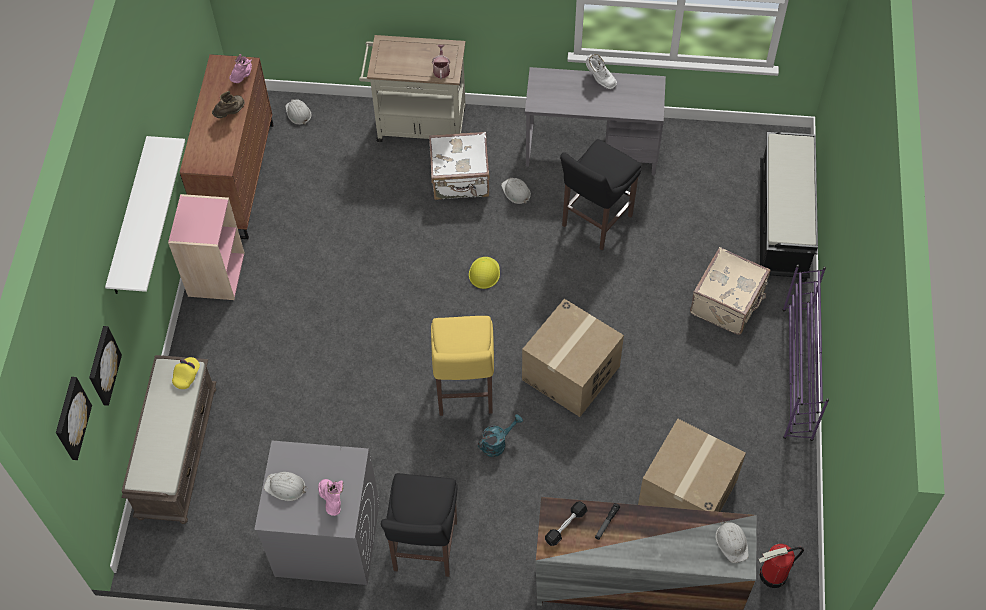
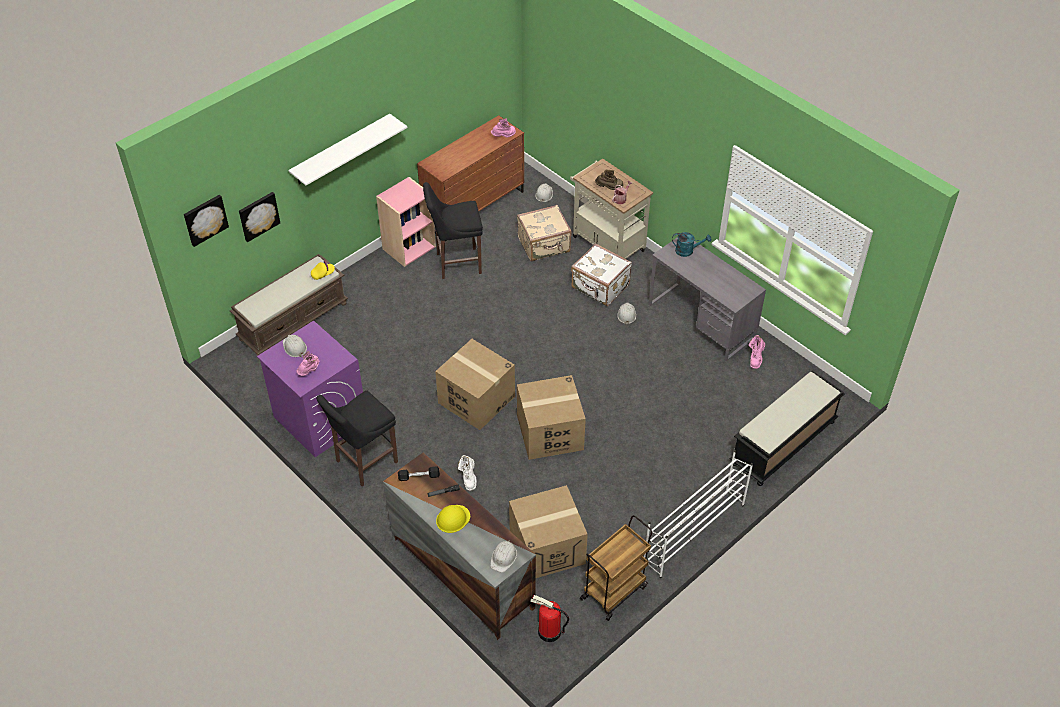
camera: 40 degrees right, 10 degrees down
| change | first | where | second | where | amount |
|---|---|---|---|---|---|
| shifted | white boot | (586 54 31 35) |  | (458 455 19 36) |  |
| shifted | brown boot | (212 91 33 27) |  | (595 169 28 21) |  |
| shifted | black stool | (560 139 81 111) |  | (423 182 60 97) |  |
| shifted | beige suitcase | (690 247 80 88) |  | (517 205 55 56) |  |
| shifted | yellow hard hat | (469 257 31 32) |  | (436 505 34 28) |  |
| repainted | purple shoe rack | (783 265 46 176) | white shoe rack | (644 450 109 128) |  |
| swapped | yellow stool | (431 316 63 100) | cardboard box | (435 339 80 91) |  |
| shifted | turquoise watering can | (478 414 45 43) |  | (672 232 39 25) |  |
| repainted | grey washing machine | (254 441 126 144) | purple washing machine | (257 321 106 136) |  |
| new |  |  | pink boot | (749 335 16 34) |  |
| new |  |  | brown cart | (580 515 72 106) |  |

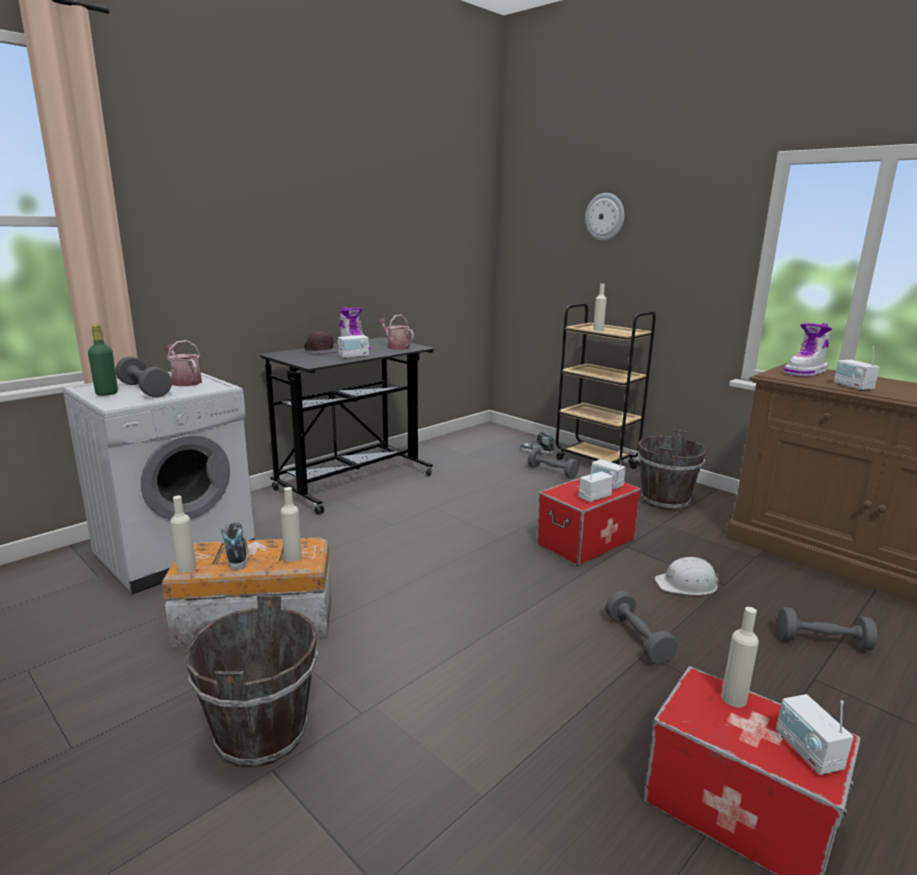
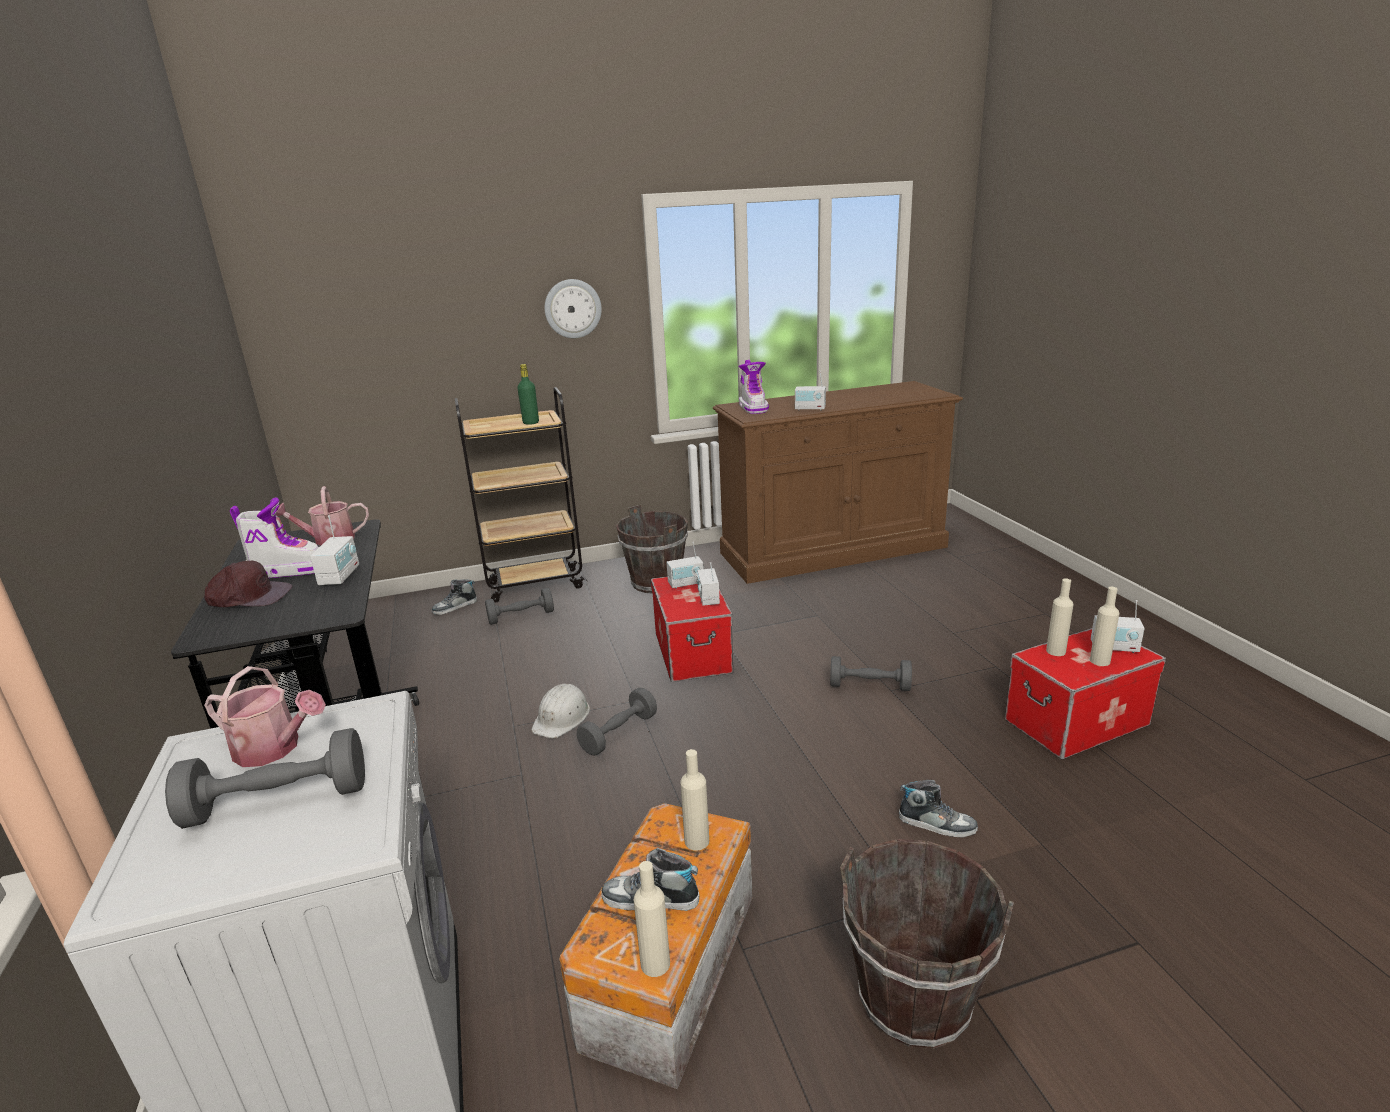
camera: 60 degrees left, 5 degrees up
| change | first | where | second | where | amount |
|---|---|---|---|---|---|
| shifted | wall clock | (585 193 39 48) |  | (545 279 57 59) |  |
| shifted | beige bottle | (593 284 14 48) |  | (1090 587 30 79) |  |
| shifted | green bottle | (88 325 30 71) |  | (517 364 22 61) |  |
| rotated | watering can | (164 340 38 46) |  | (204 666 122 101) | 150 degrees counterclockwise |
| shifted | white hard hat | (654 557 65 38) |  | (531 684 59 54) |  |
| shifted | grey dumbbell | (777 607 101 44) |  | (577 687 80 69) |  |
| new |  |  | shoe | (899 780 79 58) |  |

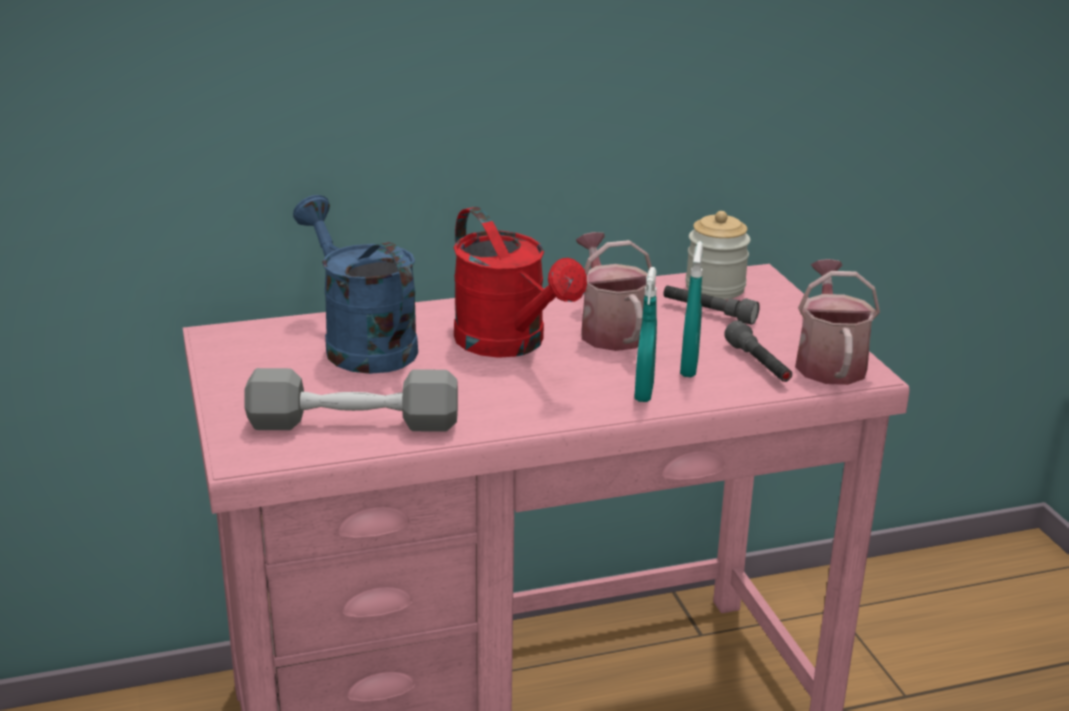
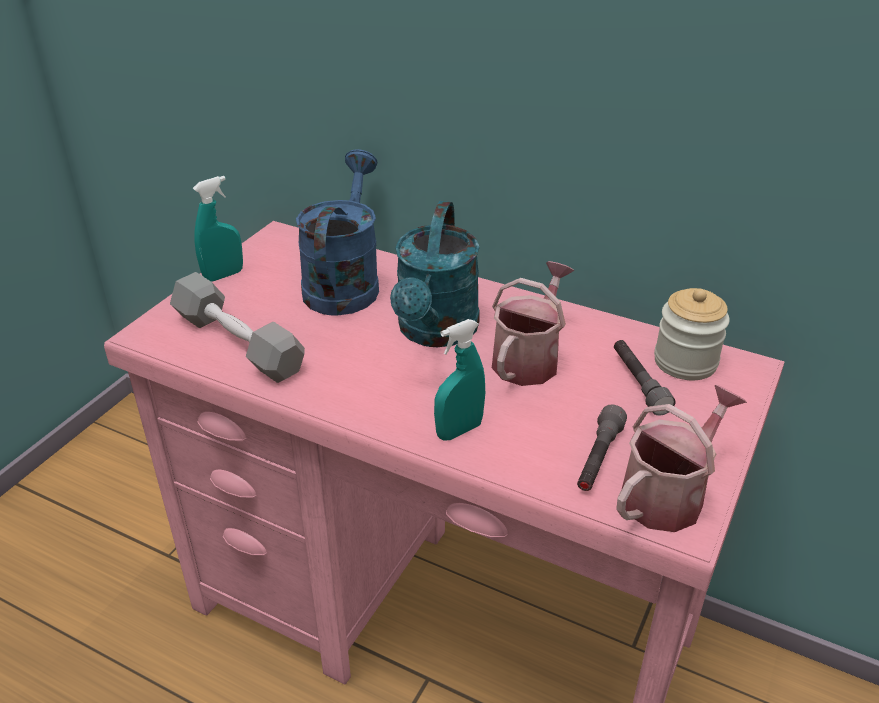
camera: 45 degrees right, 10 degrees up
| change | first | where | second | where | amount |
|---|---|---|---|---|---|
| repainted | red watering can | (454 207 133 151) | turquoise watering can | (390 201 90 146) |  |
| shifted | turquoise spray bottle | (680 241 23 136) |  | (193 176 50 106) |  |

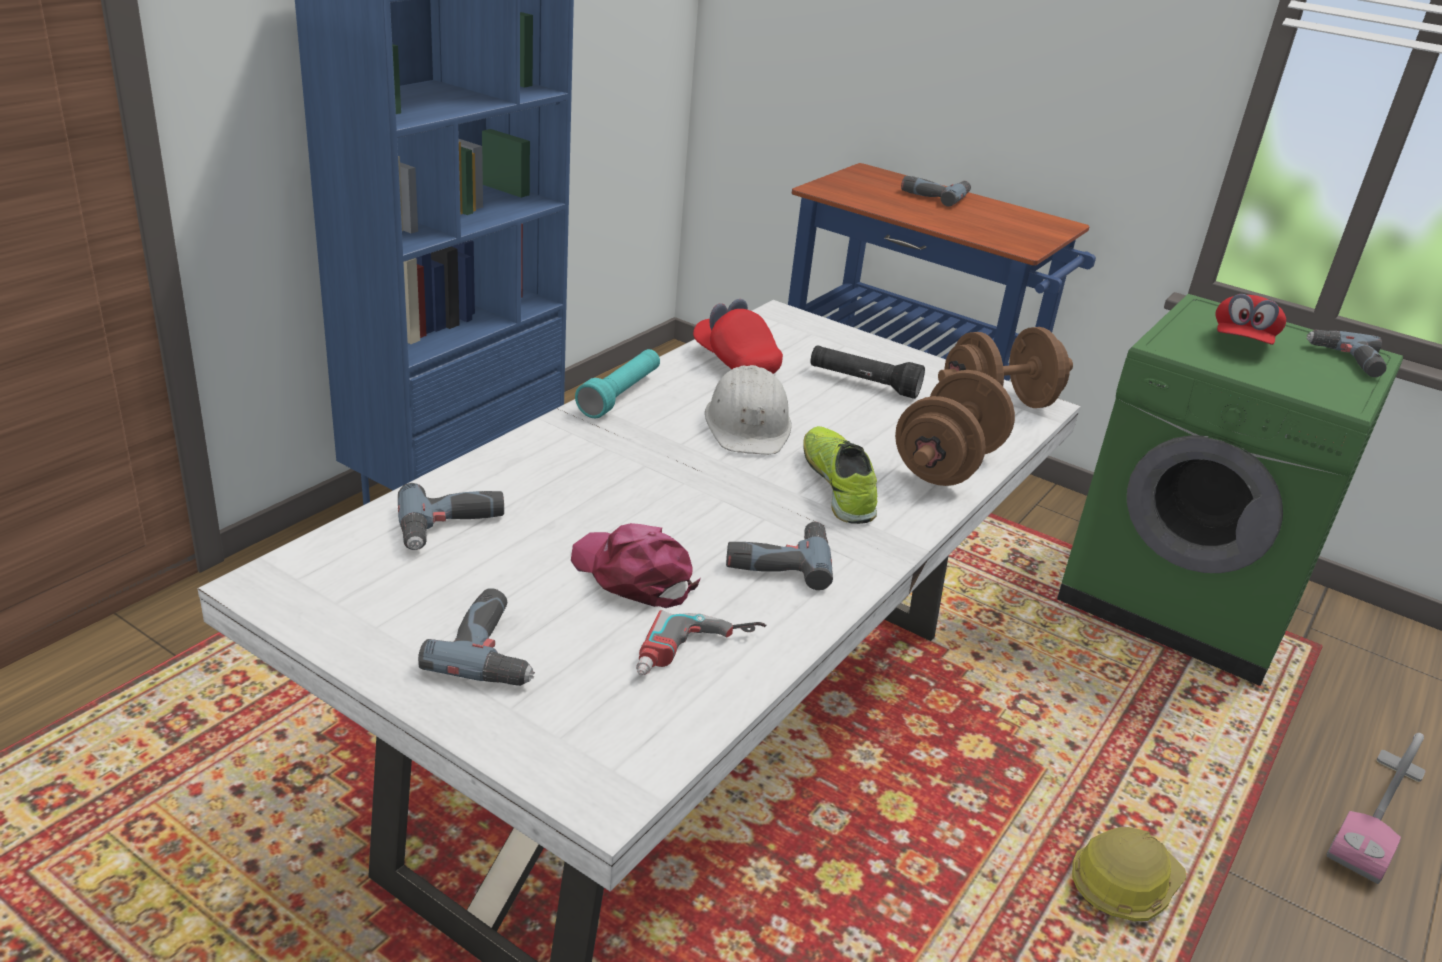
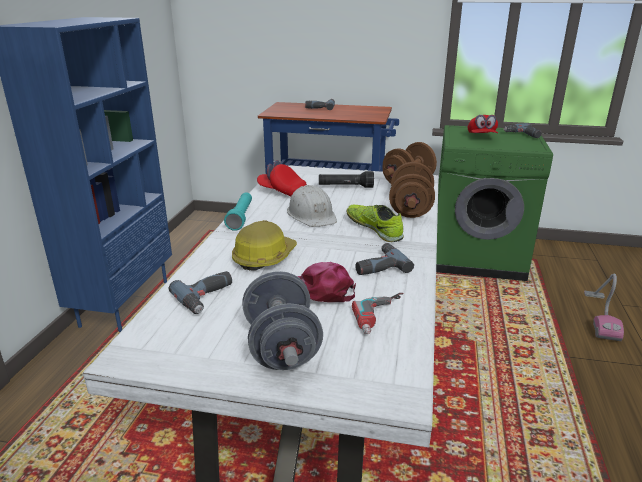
camera: 20 degrees left, 5 degrees down
| change | first | where | second | where | amount |
|---|---|---|---|---|---|
| swapped | power drill | (418 588 117 98) | grey dumbbell | (242 271 81 99) |  |
| shifted | hard hat | (1072 827 114 94) |  | (232 220 65 51) |  |

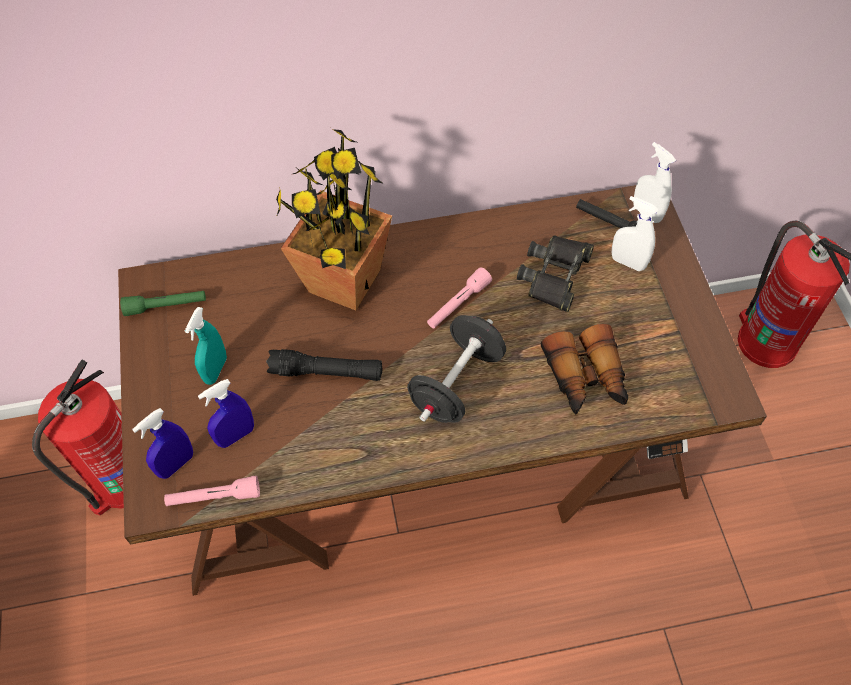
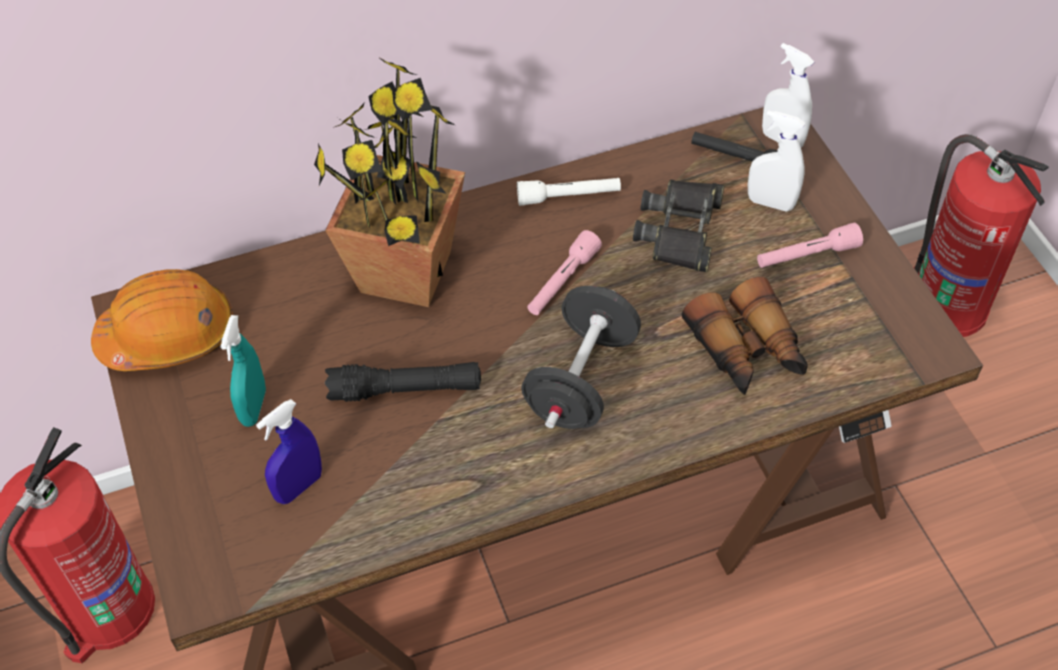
camera: 10 degrees left, 5 degrees down
| change | first | where | second | where | amount |
|---|---|---|---|---|---|
| swapped | green flashlight | (120 291 86 25) | orange hard hat | (91 269 142 102) |  |
| gone | blue spray bottle | (132 408 61 71) |  |  |  |
| shifted | pink flashlight | (164 476 96 30) |  | (757 223 106 45) |  |
| new |  |  | white flashlight | (517 178 104 28) |  |

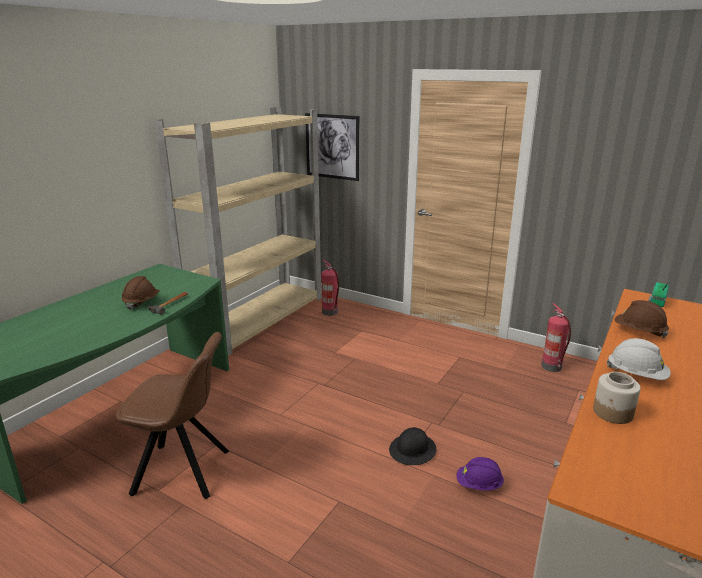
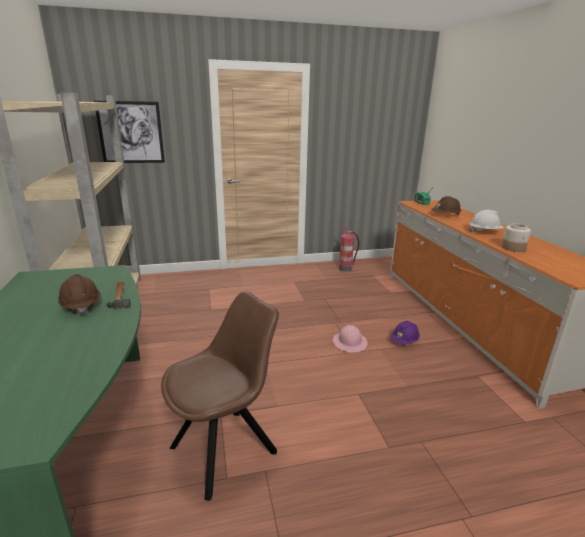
camera: 45 degrees left, 0 degrees up
| change | first | where | second | where | amount |
|---|---|---|---|---|---|
| gone | fire extinguisher | (321 260 18 56) |  |  |  |
| repainted | black hard hat | (389 427 48 38) | pink hard hat | (333 325 35 28) |  |

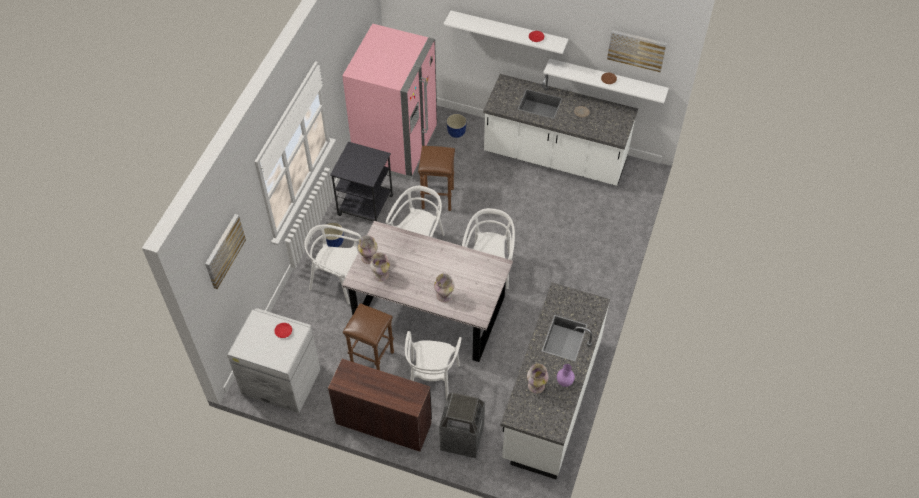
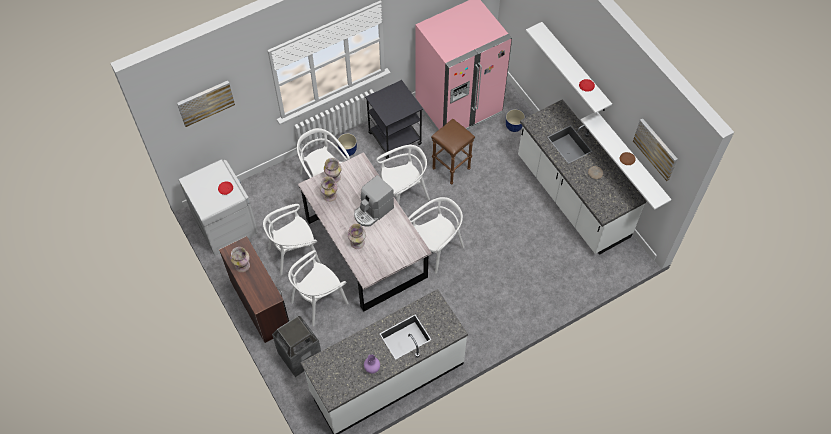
camera: 40 degrees right, 5 degrees up
| change | first | where | second | where | amount |
|---|---|---|---|---|---|
| swapped | brown stool | (343 303 51 67) | white chair | (263 204 58 71) |  |
| shifted | vase | (527 364 21 30) |  | (231 247 19 25) |  |
| new |  |  | coffee machine | (354 175 40 52) |  |

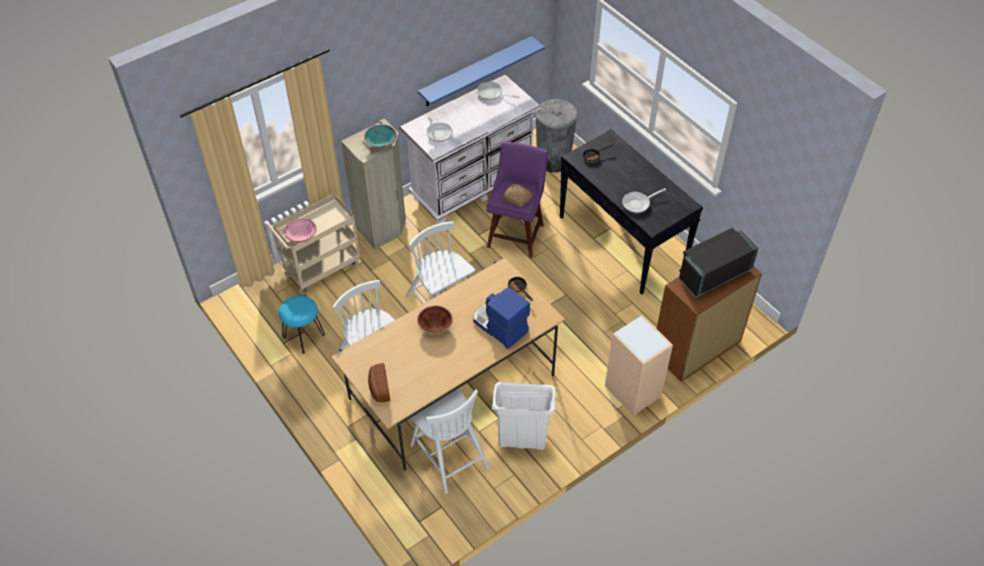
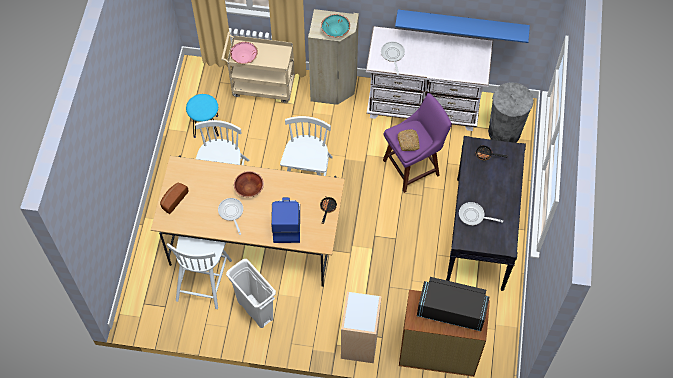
camera: 45 degrees right, 10 degrees up
| change | first | where | second | where | amount |
|---|---|---|---|---|---|
| shifted | frying pan | (477 82 42 18) |  | (218 198 25 37) |  |

